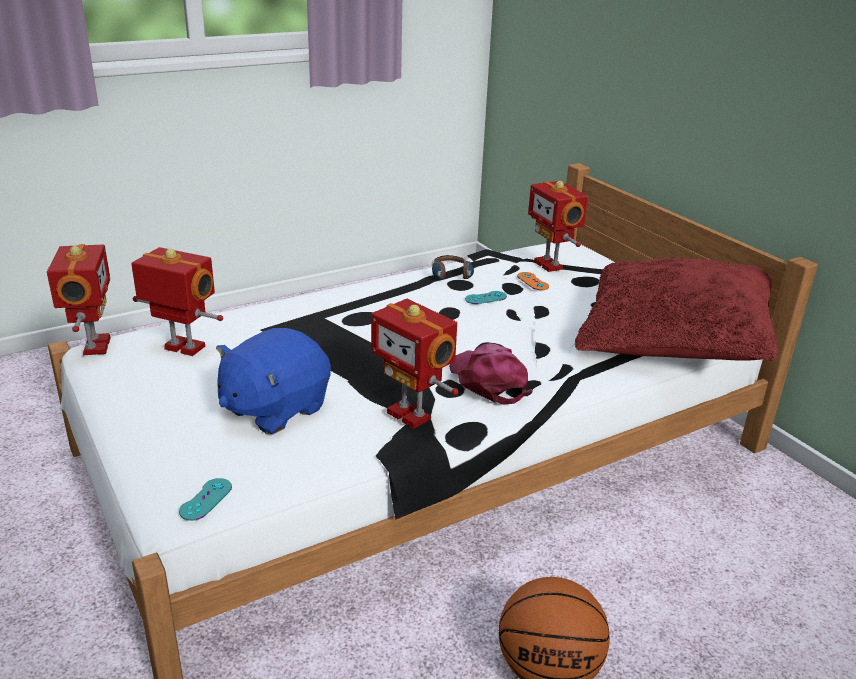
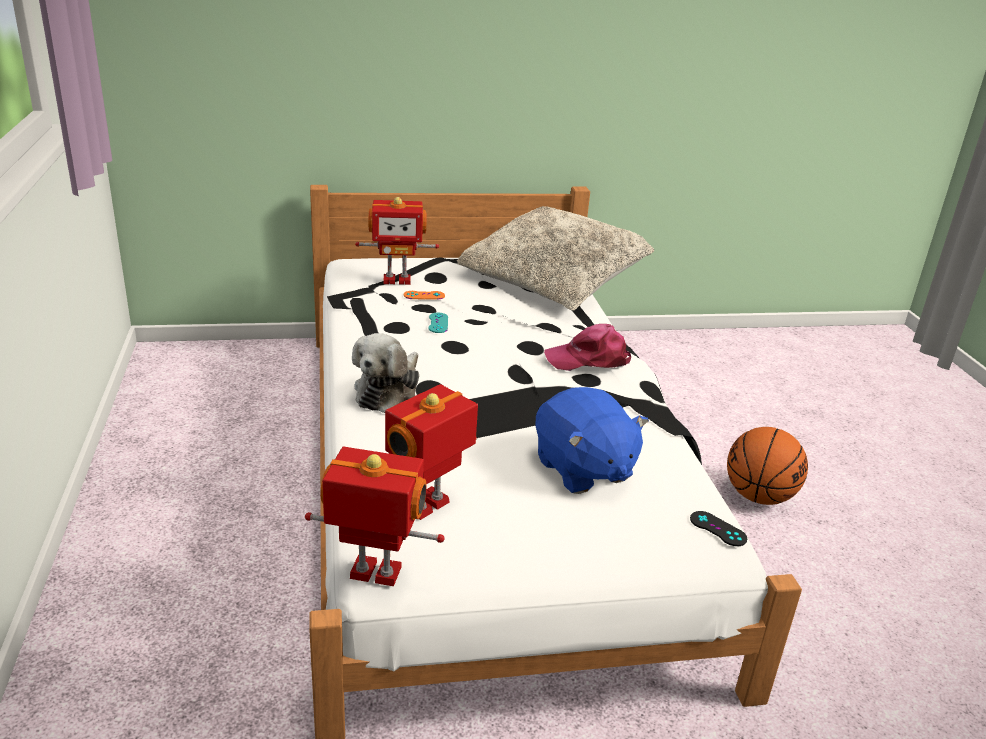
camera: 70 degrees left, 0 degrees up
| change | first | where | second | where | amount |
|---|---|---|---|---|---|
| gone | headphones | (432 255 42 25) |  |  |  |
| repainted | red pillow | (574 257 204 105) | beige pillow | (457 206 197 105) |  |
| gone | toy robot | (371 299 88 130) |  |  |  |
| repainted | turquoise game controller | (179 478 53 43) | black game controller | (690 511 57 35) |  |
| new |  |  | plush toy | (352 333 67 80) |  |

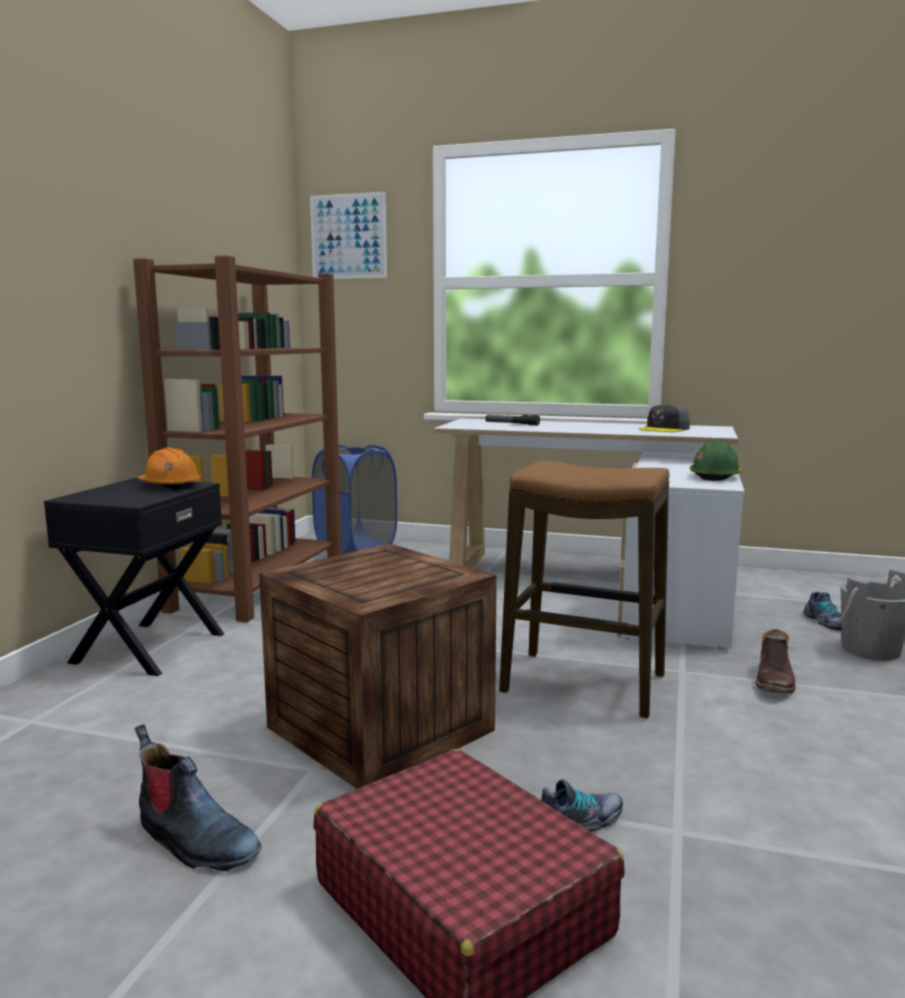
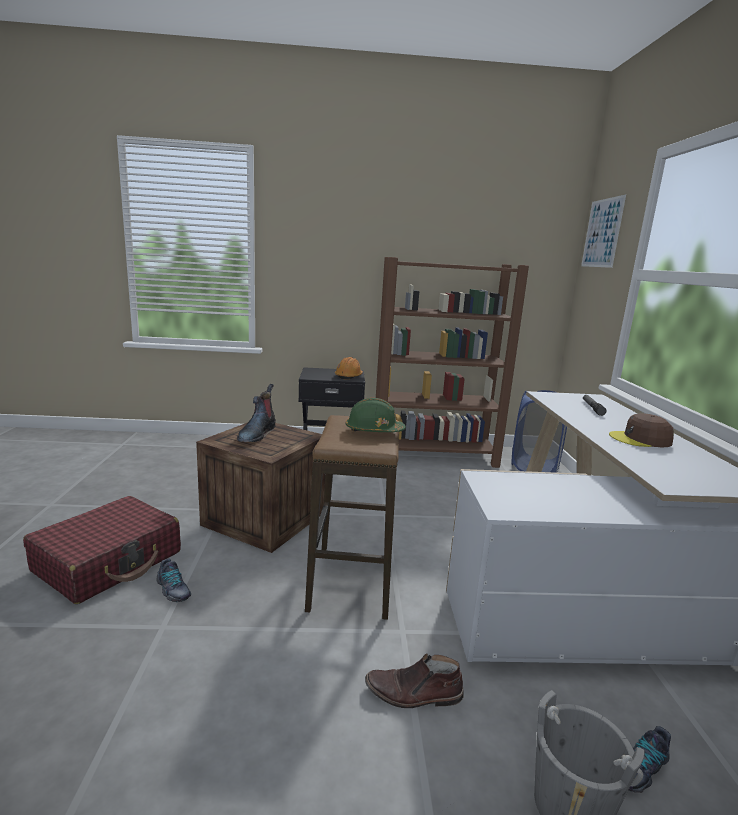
camera: 70 degrees right, 5 degrees up
| change | first | where | second | where | amount |
|---|---|---|---|---|---|
| gone | grey cap | (639 404 51 28) |  |  |  |
| shifted | green hard hat | (690 440 52 41) |  | (346 398 60 34) |  |
| shifted | boot | (135 724 126 147) |  | (237 384 39 58) |  |
| new |  |  | brown cap | (609 413 65 34) |  |

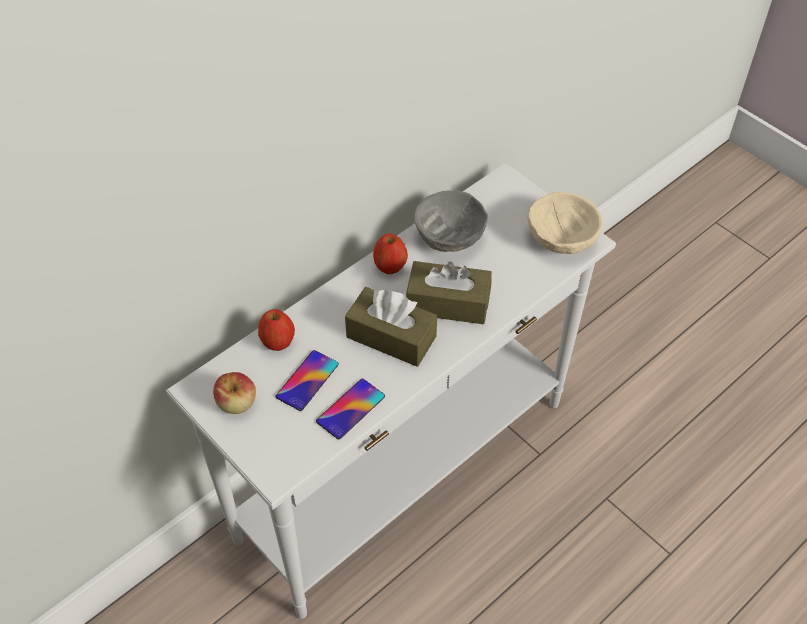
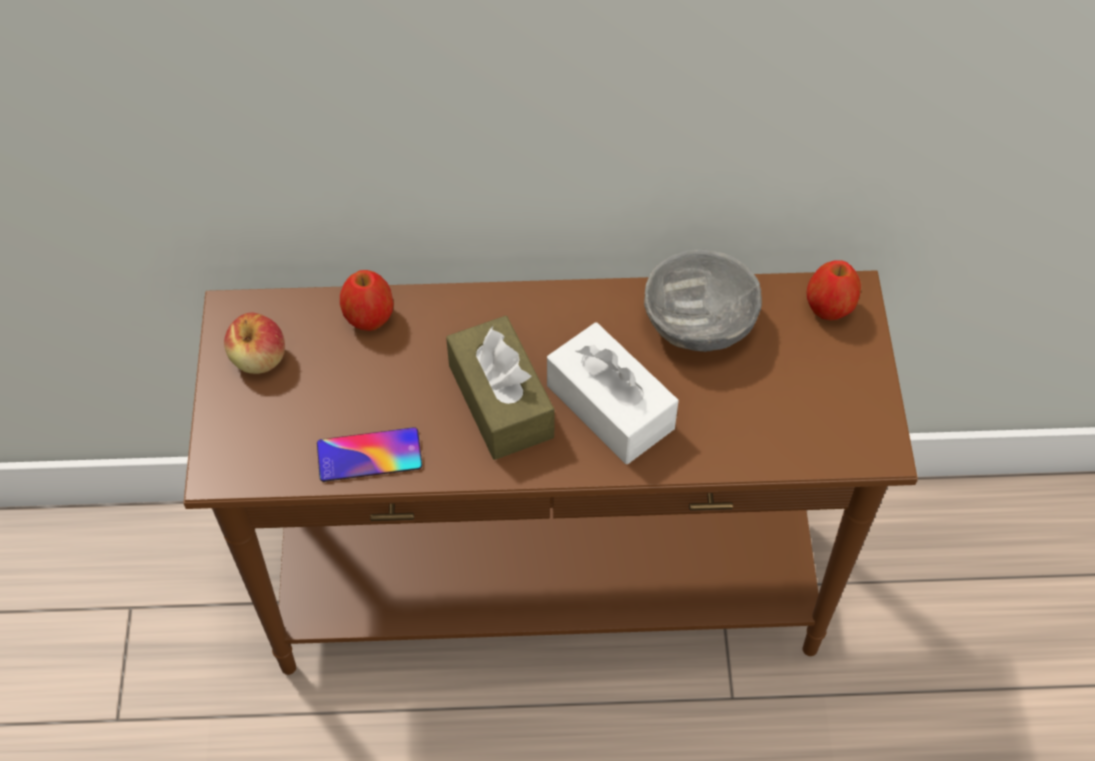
camera: 40 degrees right, 5 degrees up
| change | first | where | second | where | amount |
|---|---|---|---|---|---|
| repainted | white console table | (166 163 450 456) | brown console table | (183 270 735 405) |  |
| gone | beige bowl | (527 192 75 62) |  |  |  |
| shifted | apple | (373 234 35 40) |  | (807 260 54 60) |  |
| repainted | brown tissue box | (406 261 86 63) | white tissue box | (547 322 132 142) |  |
| gone | phone | (276 350 63 61) |  |  |  |

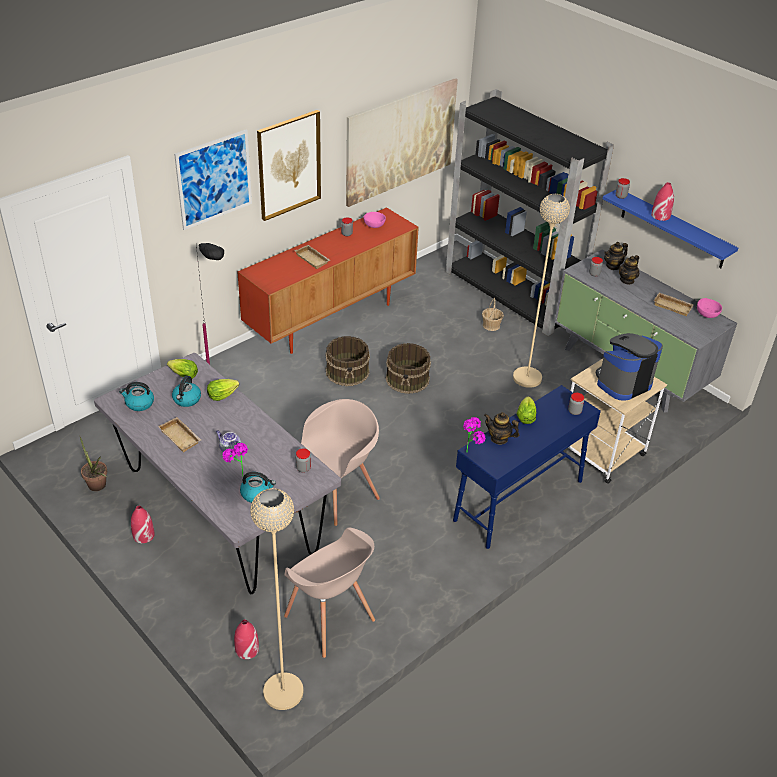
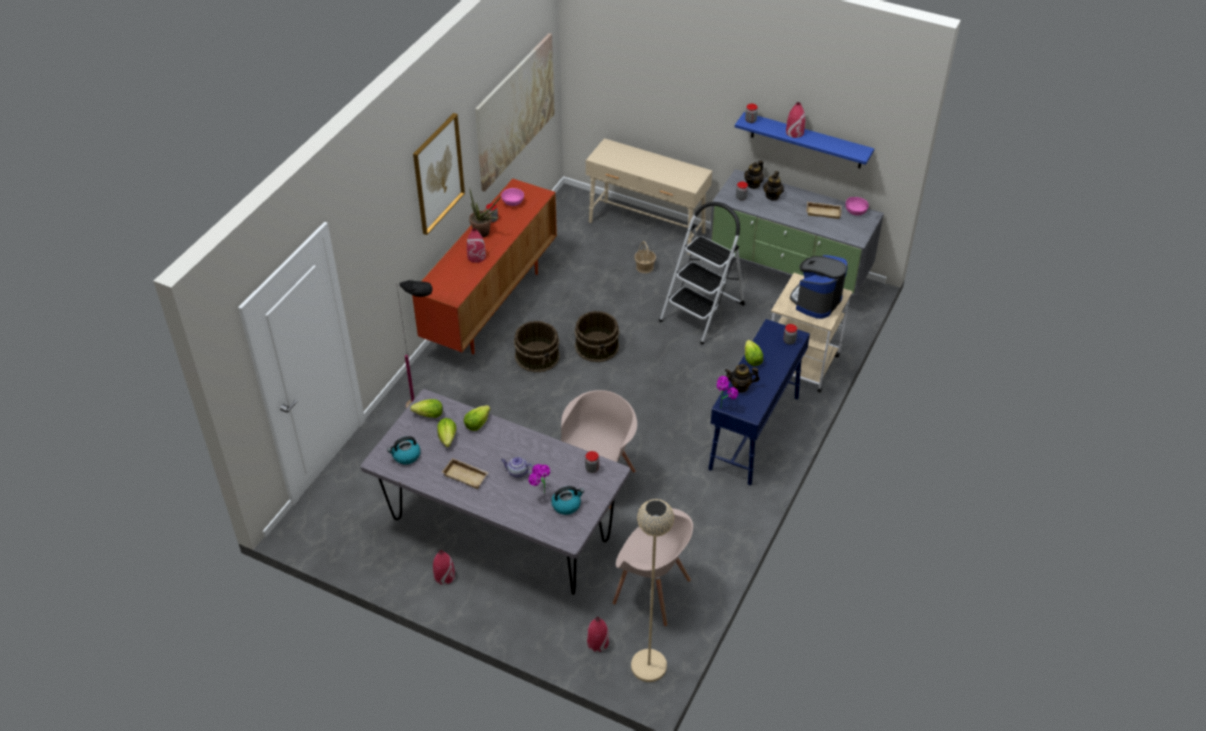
camera: 20 degrees left, 5 degrees up
| change | first | where | second | where | amount |
|---|---|---|---|---|---|
| swapped | black bookcase | (446 89 168 247) | beige console table | (586 138 126 117) |  |
| gone | picture | (174 129 78 101) |  |  |  |
| swapped | beige floor lamp | (513 194 57 194) | step ladder | (659 202 86 142) |  |
| swapped | beige tray | (294 245 37 24) | red vase | (467 228 19 35) |  |
| swapped | kettle | (172 376 29 31) | lettuce | (437 418 19 29) |  |
| shifted | potted plant | (80 437 27 54) |  | (469 187 32 50) |  |

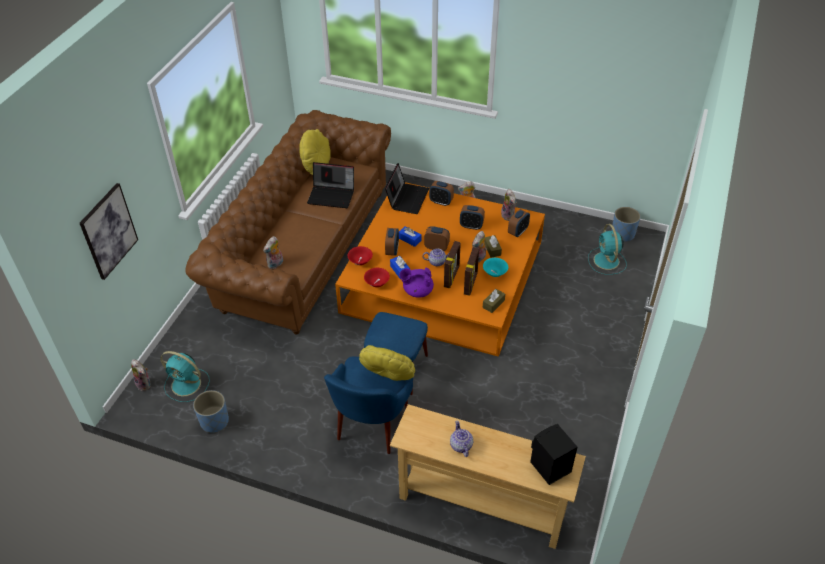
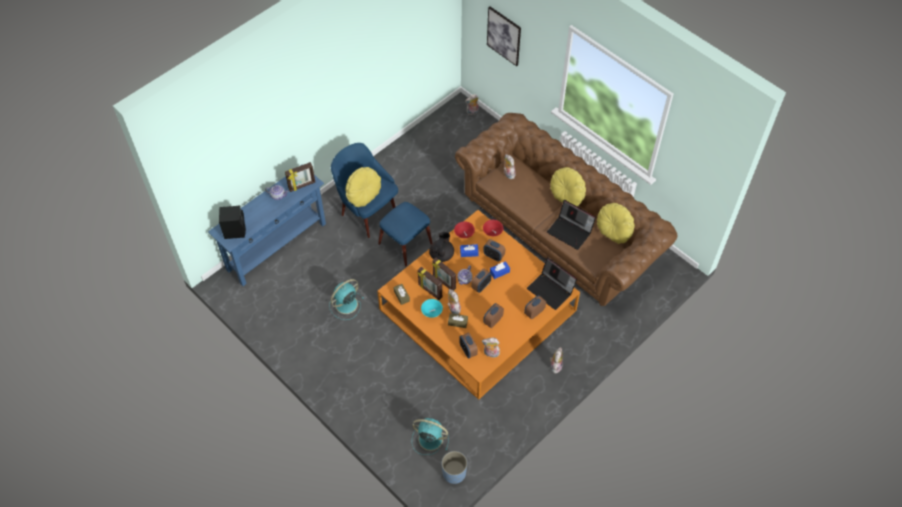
camera: 115 degrees right, 10 degrees up
| change | first | where | second | where | amount |
|---|---|---|---|---|---|
| rotated | laptop | (307 162 47 46) |  | (547 200 49 50) | 90 degrees counterclockwise |
| repainted | purple teapot | (399 268 35 30) | black teapot | (429 232 25 30) |  |
| shifted | turquoise fan | (160 351 50 51) |  | (329 279 35 41) |  |
| gone | blue planter | (193 390 36 43) |  |  |  |
| repainted | beige console table | (390 404 196 145) | blue console table | (208 164 118 122) |  |
| new |  |  | picture frame | (285 162 30 30) |  |
| new |  |  | yellow pillow | (550 167 36 39) |  |

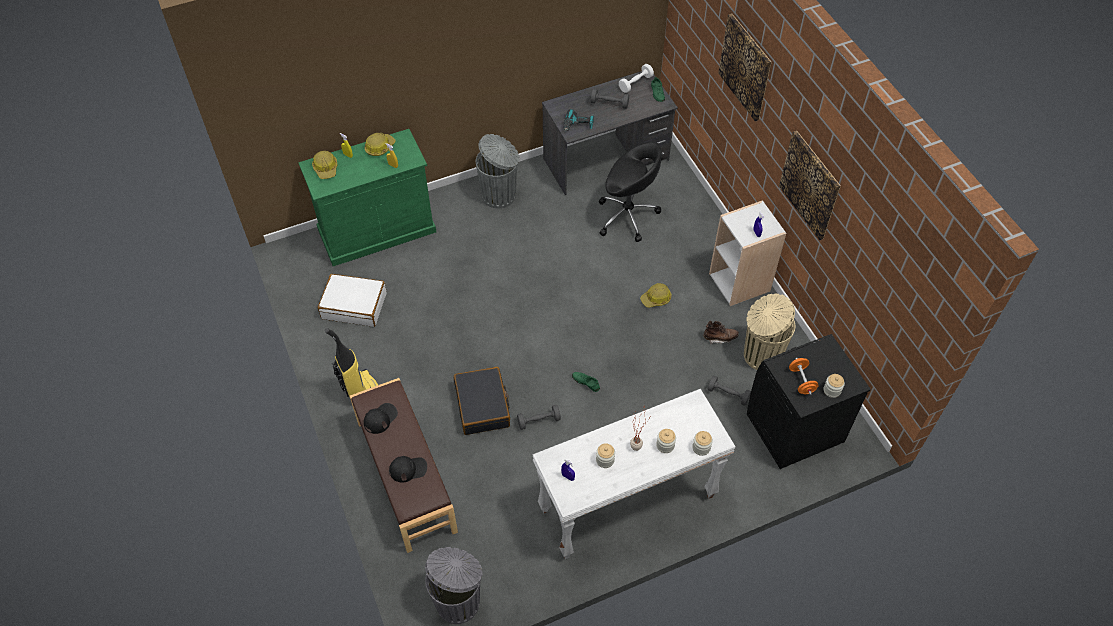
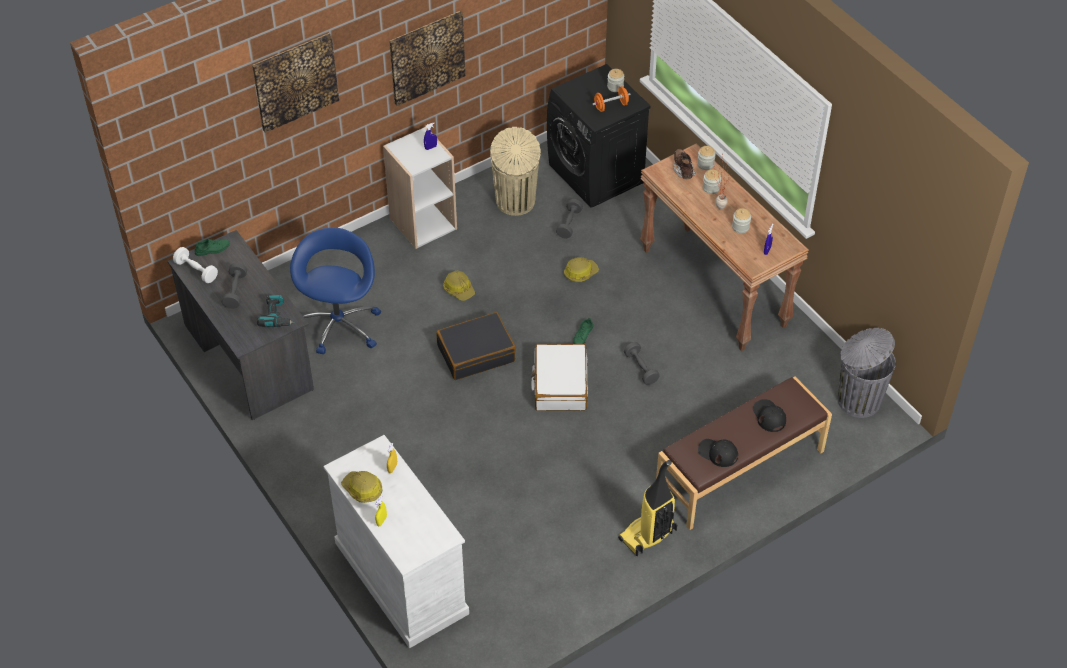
camera: 100 degrees left, 5 degrees down
| change | first | where | second | where | amount |
|---|---|---|---|---|---|
| repainted | green dresser | (299 129 137 137) | white dresser | (323 435 146 213) |  |
| gone | grey trash can | (476 134 43 74) |  |  |  |
| repainted | black office chair | (599 142 63 100) | blue office chair | (290 227 91 127) |  |
| shifted | hard hat | (312 151 25 28) |  | (564 257 35 25) |  |
| shifted | white suitcase | (318 274 69 53) |  | (531 344 57 67) |  |
| shifted | brown boot | (704 321 35 23) |  | (673 149 23 30) |  |
| shifted | black suitcase | (454 367 56 68) |  | (436 312 80 68) |  |
| repainted | white console table | (533 389 203 170) | brown console table | (640 143 169 208) |  |

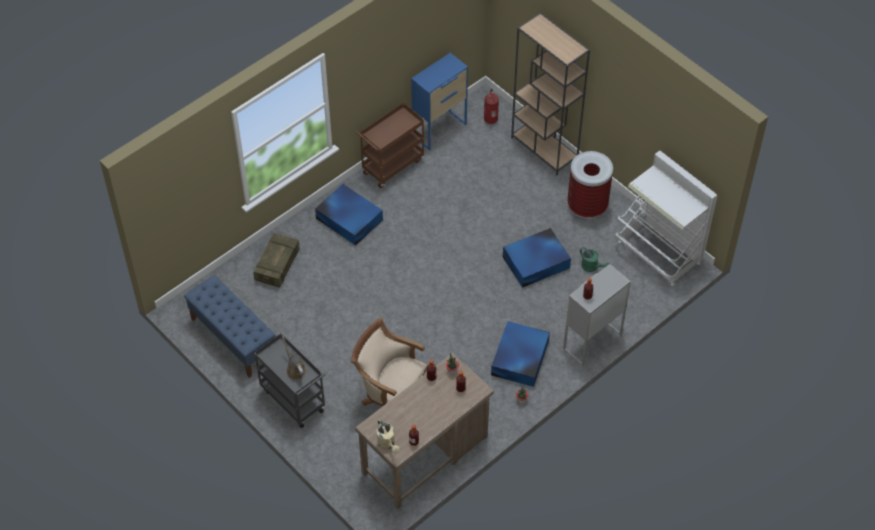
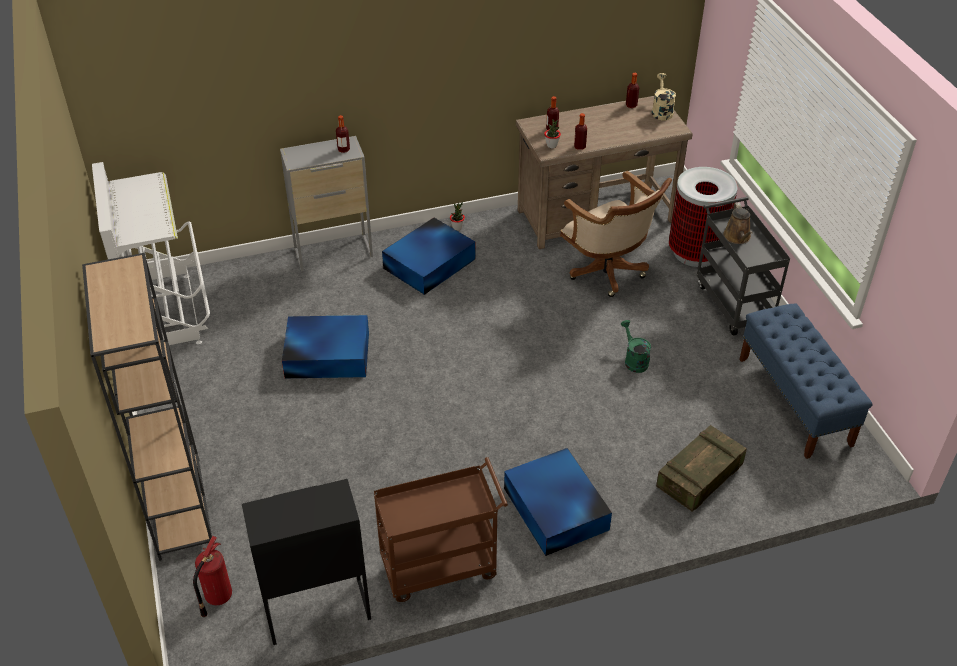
camera: 155 degrees left, 10 degrees down
| change | first | where | second | where | amount |
|---|---|---|---|---|---|
| repainted | blue cabinet | (411 53 57 97) | black cabinet | (242 479 129 166) |  |
| shifted | trash can | (567 151 46 68) |  | (669 167 69 100) |  |
| shifted | green watering can | (580 247 29 25) |  | (620 320 31 53) |  |

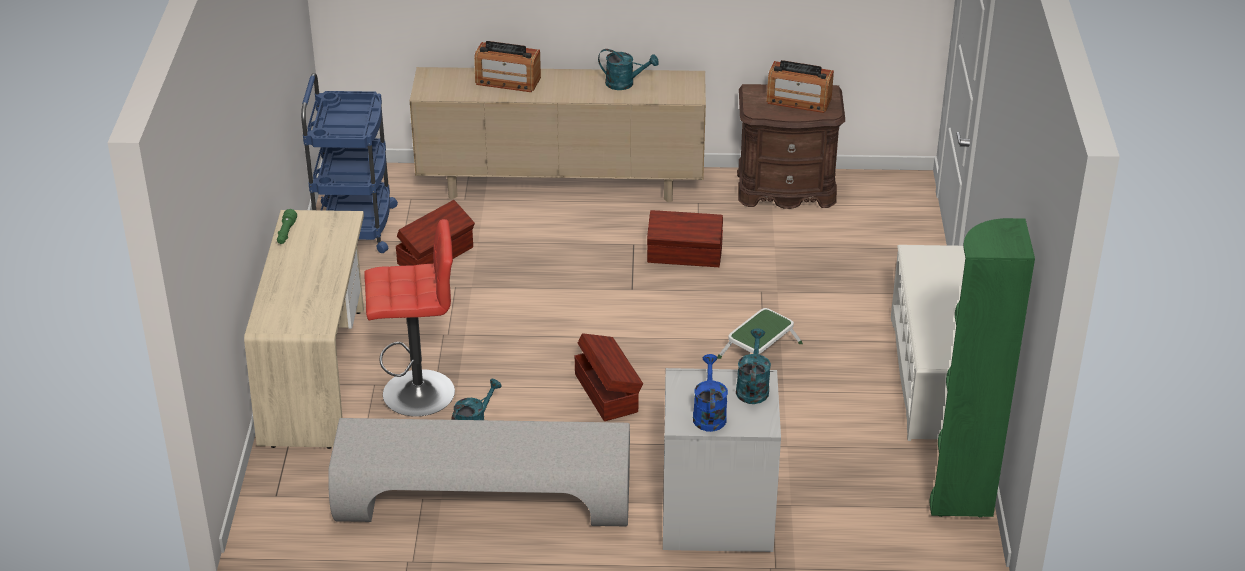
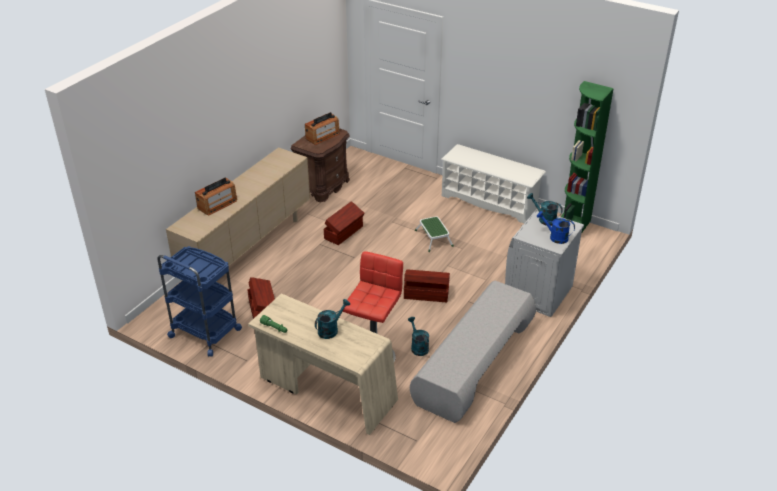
camera: 60 degrees left, 0 degrees up
| change | first | where | second | where | amount |
|---|---|---|---|---|---|
| shifted | turquoise watering can | (598 49 61 41) |  | (315 299 35 40) |  |

